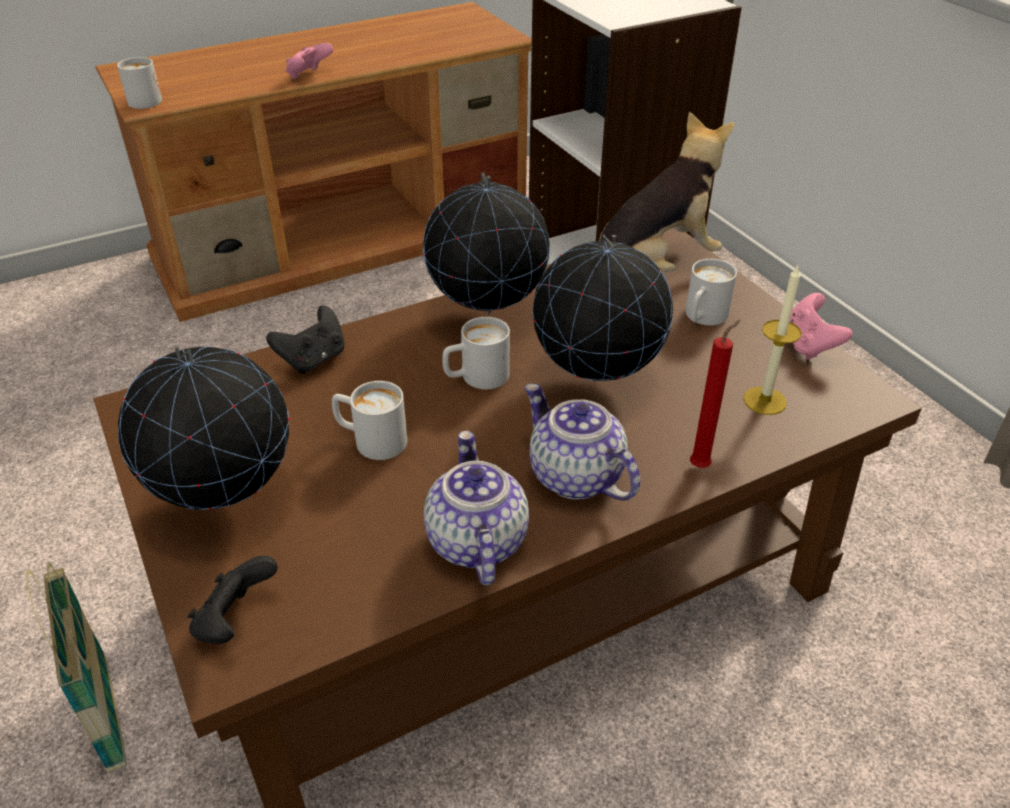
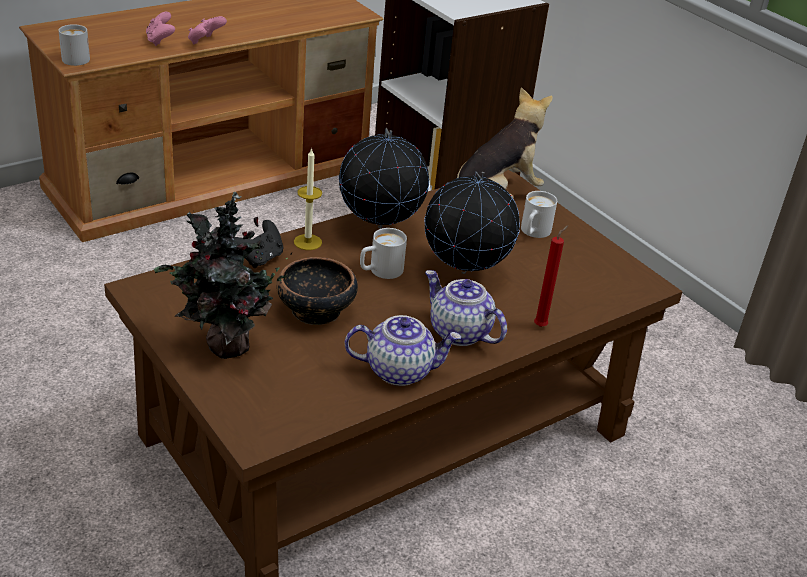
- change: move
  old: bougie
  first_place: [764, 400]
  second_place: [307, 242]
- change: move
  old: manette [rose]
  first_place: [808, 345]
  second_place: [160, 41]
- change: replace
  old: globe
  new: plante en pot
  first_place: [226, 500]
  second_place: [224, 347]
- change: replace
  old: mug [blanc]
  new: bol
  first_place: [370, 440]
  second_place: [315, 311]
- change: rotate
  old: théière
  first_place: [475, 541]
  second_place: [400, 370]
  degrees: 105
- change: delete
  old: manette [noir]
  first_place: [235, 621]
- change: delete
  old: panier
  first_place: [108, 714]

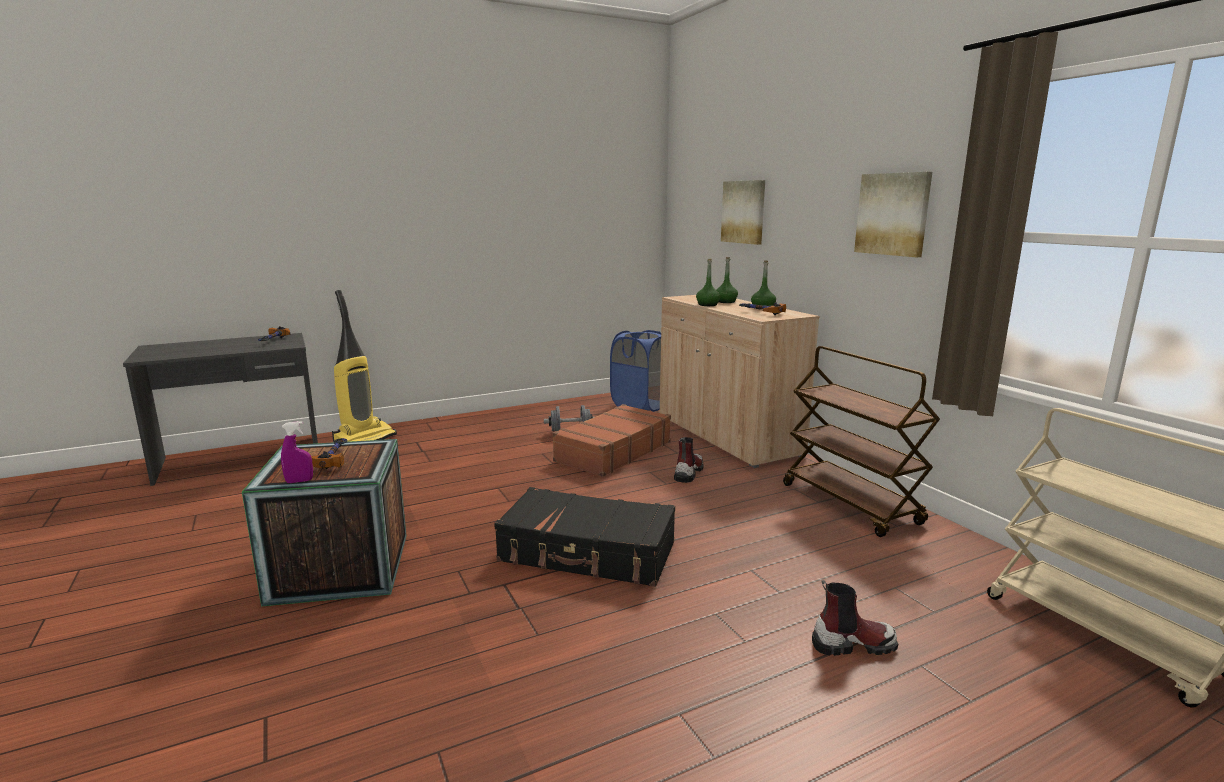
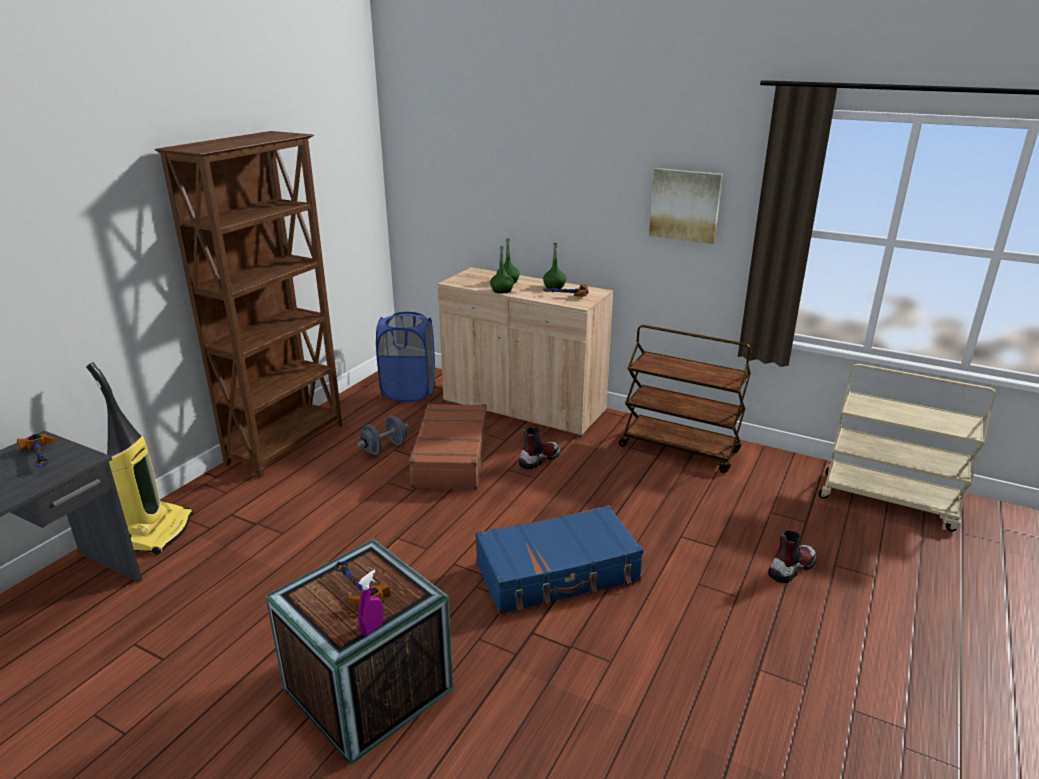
- change: delete
  old: tableau
  first_place: [744, 212]
- change: rotate
  old: botte
  first_place: [688, 473]
  second_place: [539, 459]
  degrees: 60
- change: recolor
  old: valise [noir]
  new: valise [bleu]
  first_place: [587, 553]
  second_place: [558, 573]
- change: insert
  new: bibliothèque [marron]
  second_place: [287, 444]

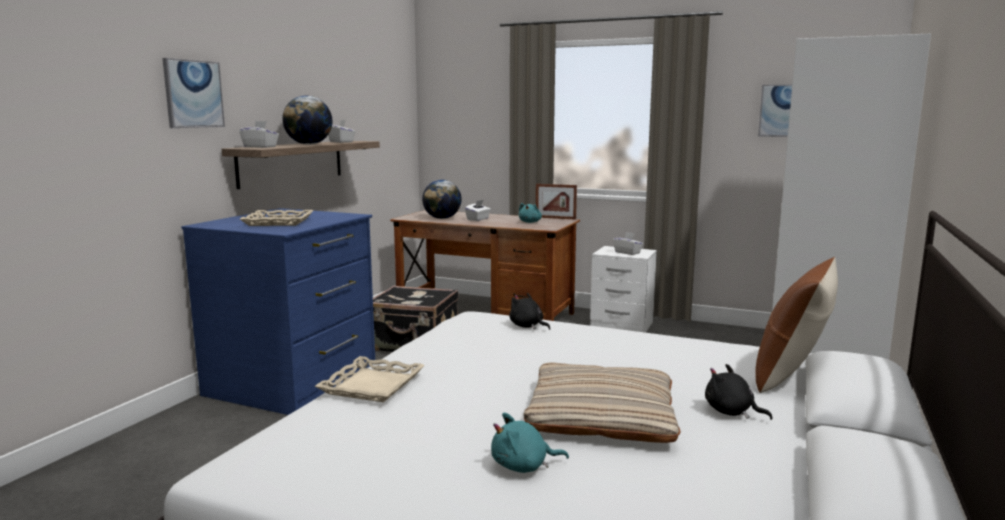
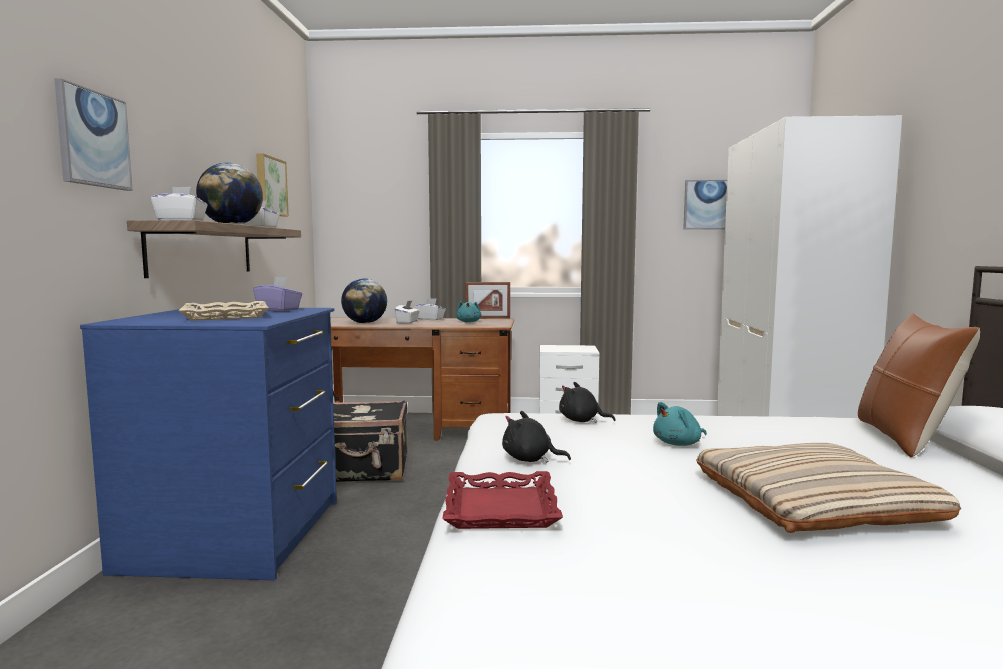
- change: move
  old: boîte à mouchoirs [blanc]
  first_place: [627, 252]
  second_place: [430, 319]
- change: recolor
  old: plateau [beige]
  new: plateau [rouge]
  first_place: [371, 385]
  second_place: [499, 508]
- change: move
  old: peluche [noir]
  first_place: [731, 412]
  second_place: [530, 459]
- change: move
  old: peluche [turquoise]
  first_place: [523, 466]
  second_place: [679, 444]
- change: insert
  new: tableau
  second_place: [269, 186]
- change: insert
  new: boîte à mouchoirs [violet]
  second_place: [279, 310]

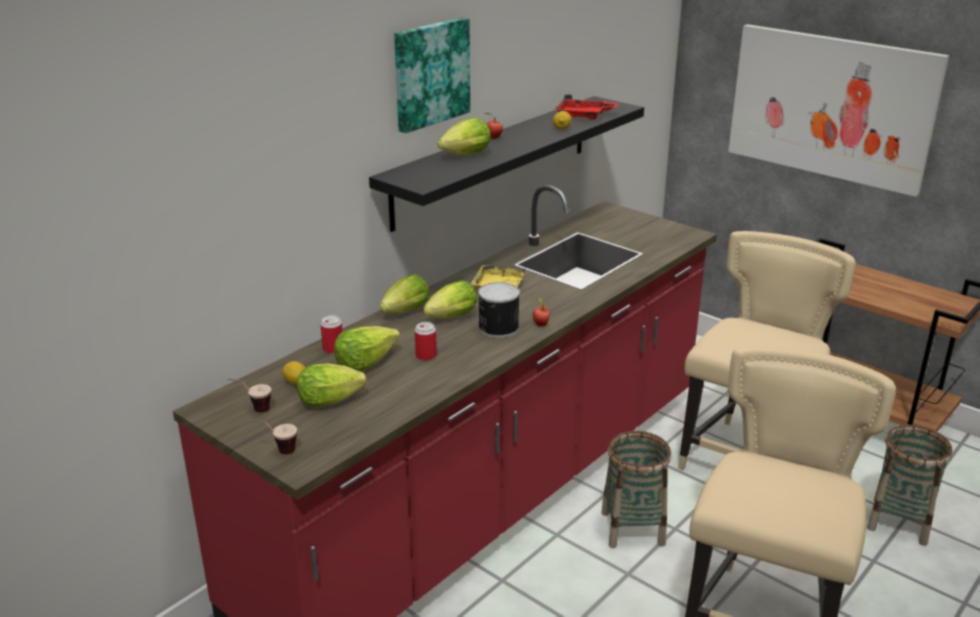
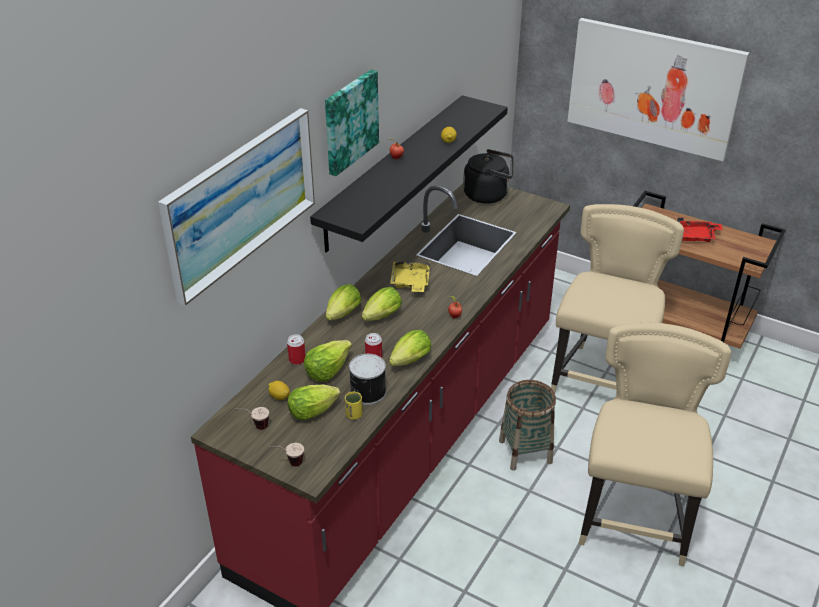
- change: move
  old: plateau [rouge]
  first_place: [583, 116]
  second_place: [696, 236]
- change: move
  old: laitue
  first_place: [463, 156]
  second_place: [408, 362]
- change: move
  old: boîte métallique
  first_place: [497, 327]
  second_place: [367, 392]
- change: delete
  old: panier
  first_place: [899, 521]
- change: insert
  new: tableau
  second_place: [241, 201]
- change: insert
  new: bouilloire [noir]
  second_place: [488, 195]
- change: insert
  new: tasse [jaune]
  second_place: [354, 415]

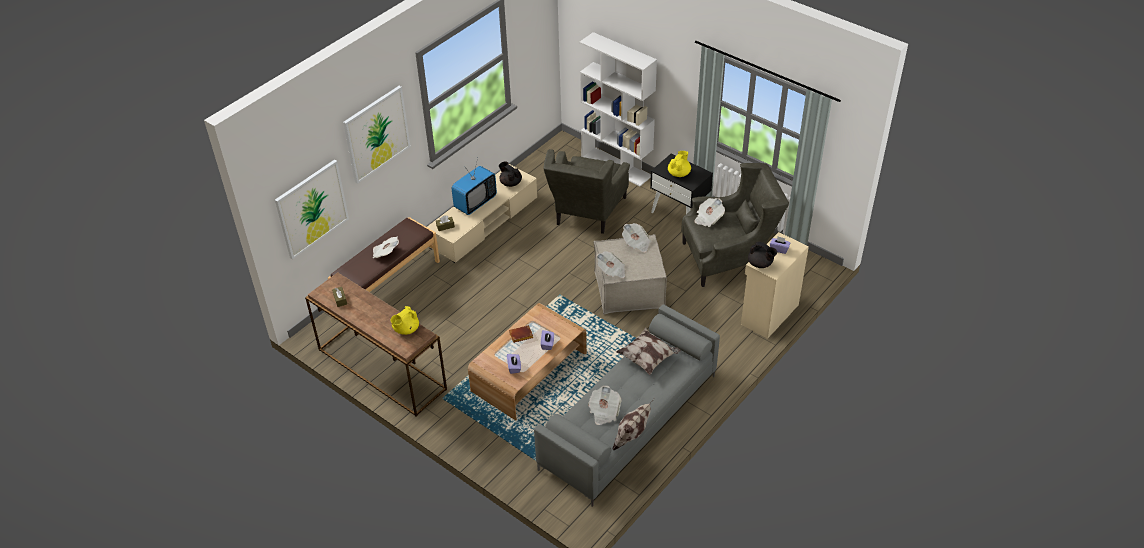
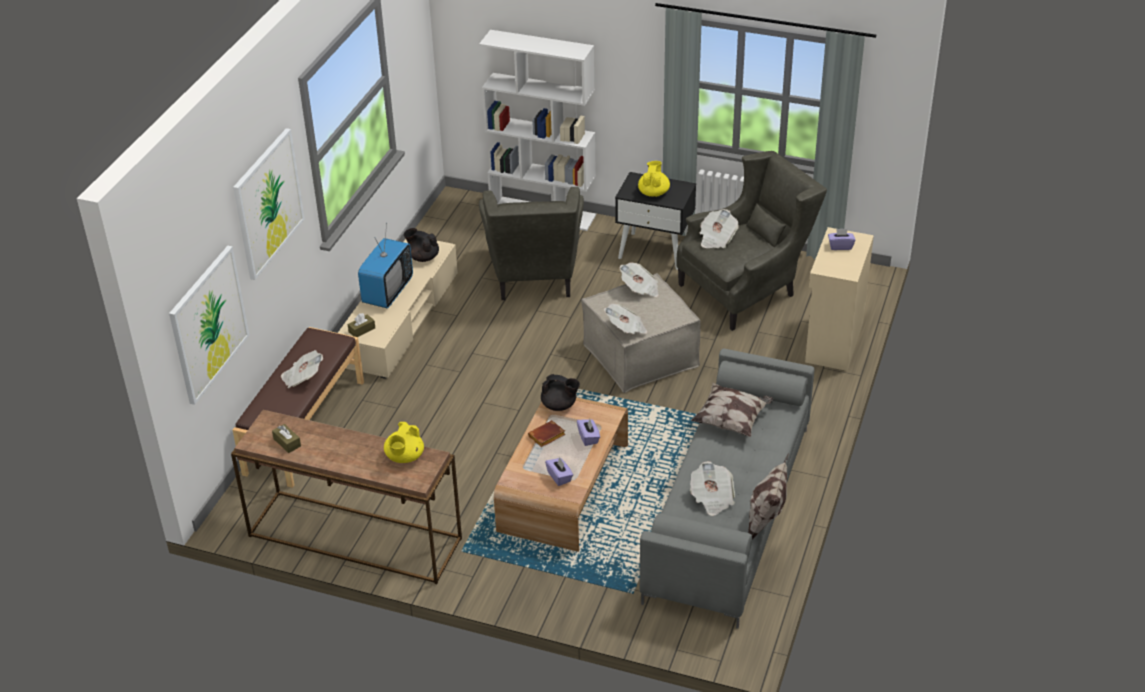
- change: move
  old: théière [noir]
  first_place: [760, 264]
  second_place: [559, 405]

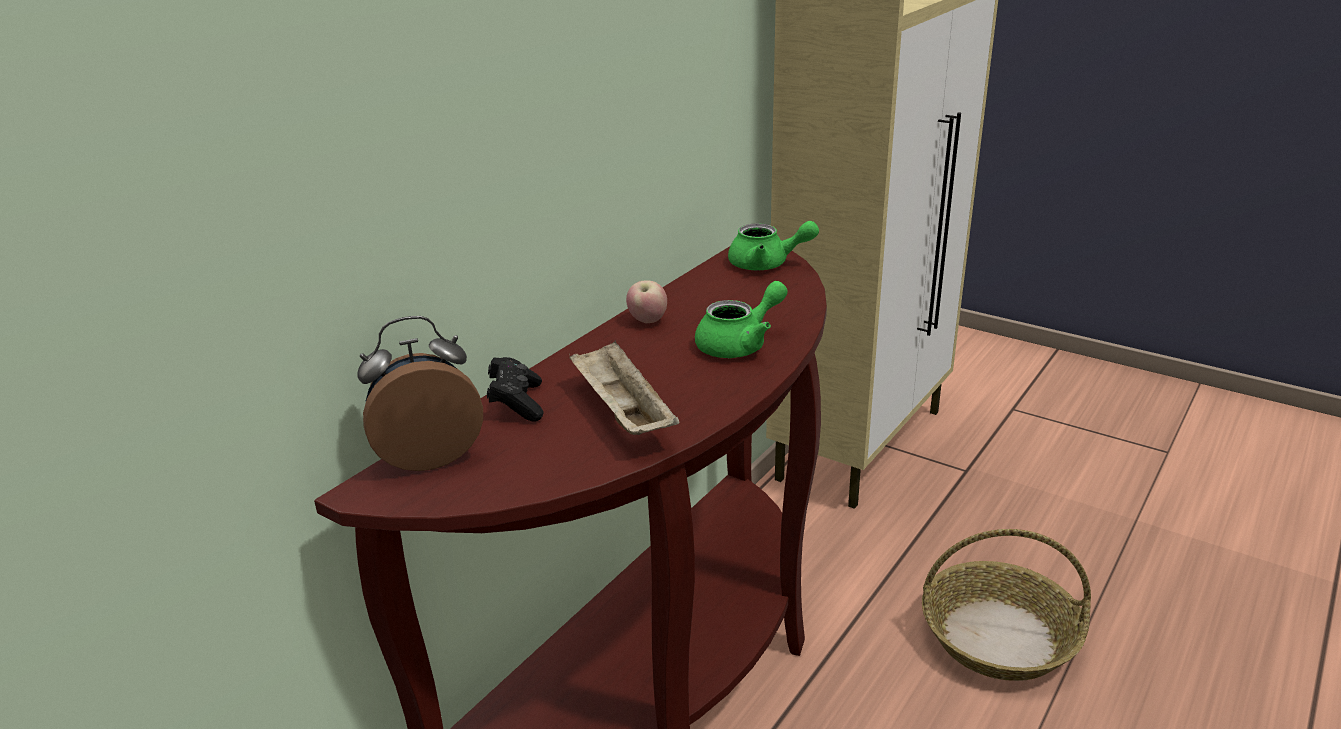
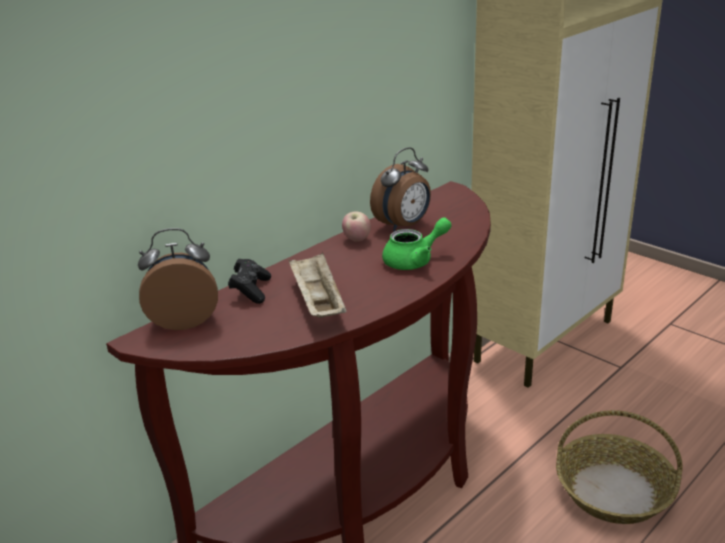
- change: delete
  old: théière [vert]
  first_place: [767, 264]
- change: insert
  new: réveil
  second_place: [403, 226]

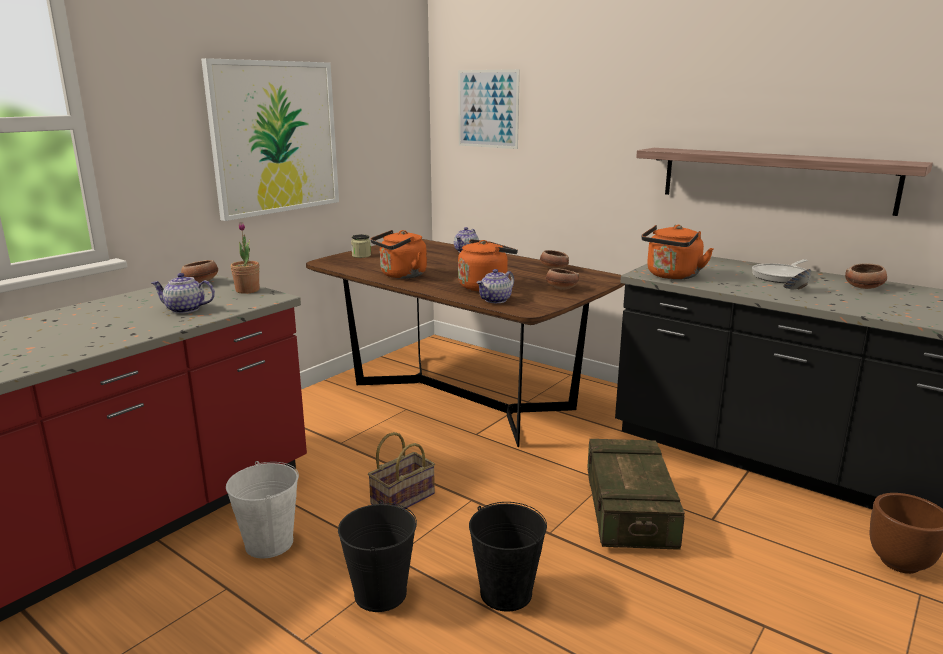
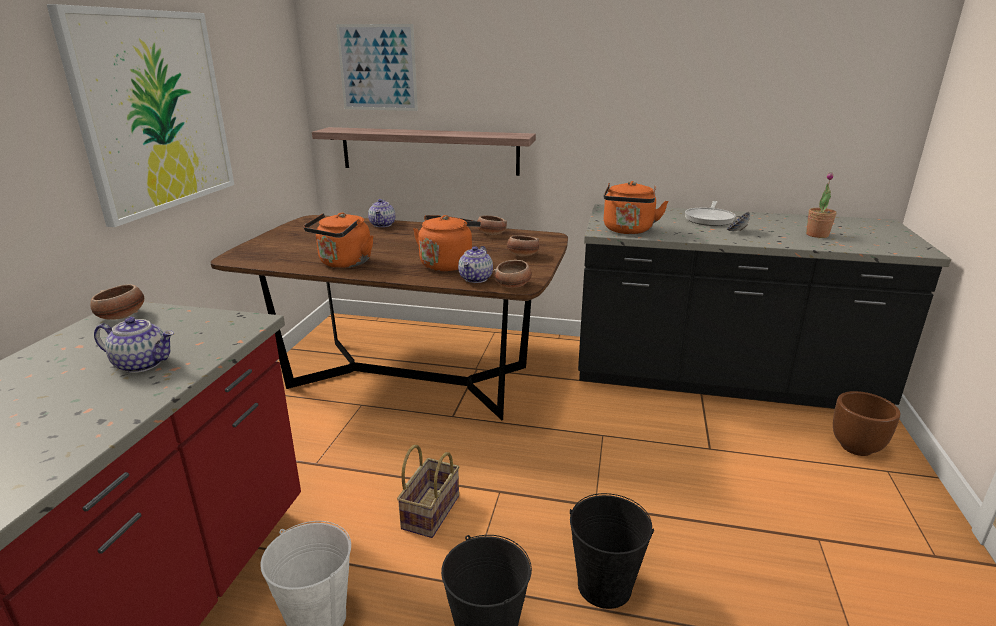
- change: move
  old: étagère
  first_place: [774, 179]
  second_place: [429, 151]
- change: move
  old: plante en pot
  first_place: [247, 290]
  second_place: [817, 235]
- change: delete
  old: bocal
  first_place: [361, 255]
- change: move
  old: bol
  first_place: [864, 287]
  second_place: [513, 285]
- change: rotate
  old: théière
  first_place: [185, 309]
  second_place: [143, 364]
  degrees: -150
- change: delete
  old: caisse
  first_place: [628, 512]

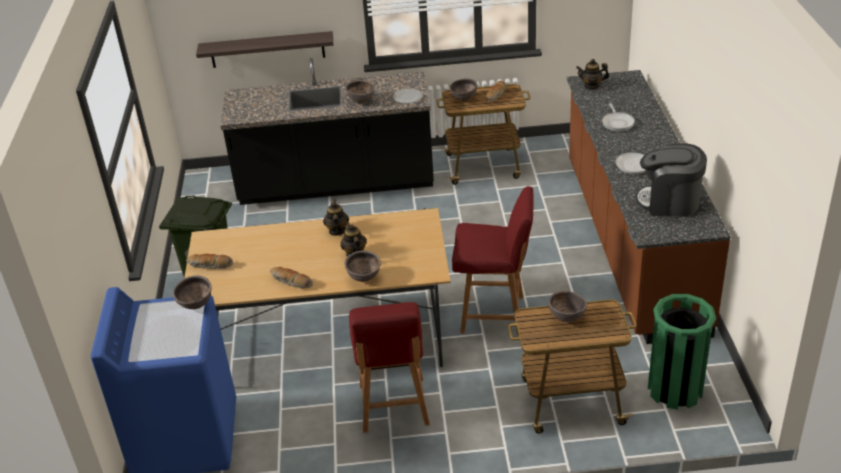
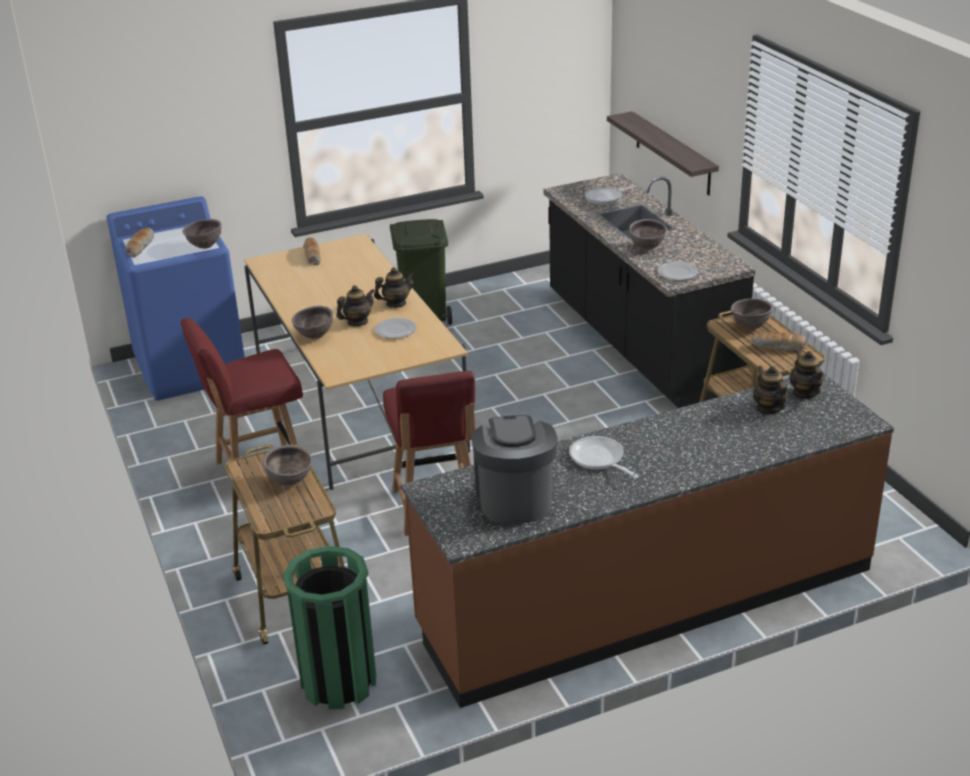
- change: move
  old: poêle
  first_place: [617, 122]
  second_place: [605, 198]
- change: move
  old: pain
  first_place: [291, 282]
  second_place: [140, 247]
- change: insert
  new: assiette
  second_place: [396, 330]
- change: insert
  new: théière
  second_place: [768, 408]

